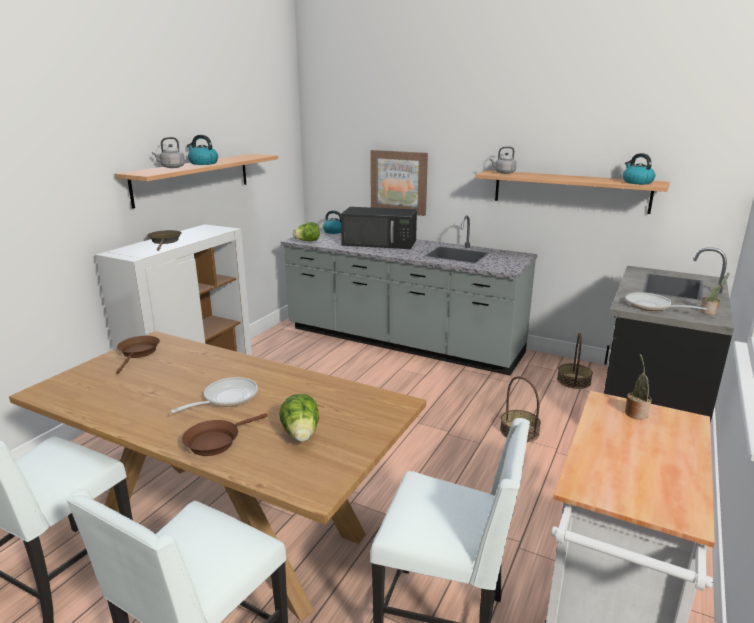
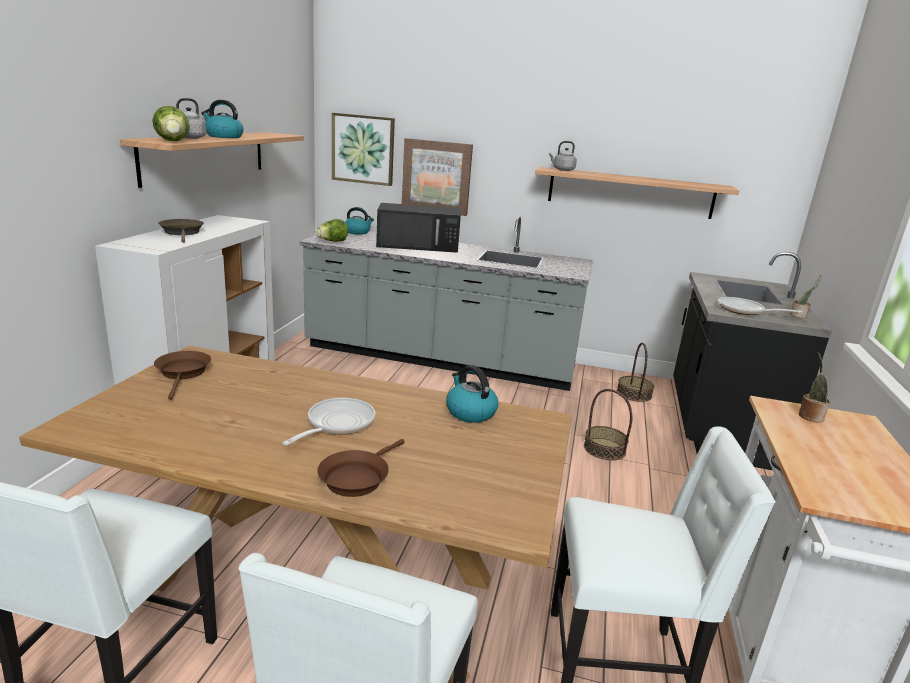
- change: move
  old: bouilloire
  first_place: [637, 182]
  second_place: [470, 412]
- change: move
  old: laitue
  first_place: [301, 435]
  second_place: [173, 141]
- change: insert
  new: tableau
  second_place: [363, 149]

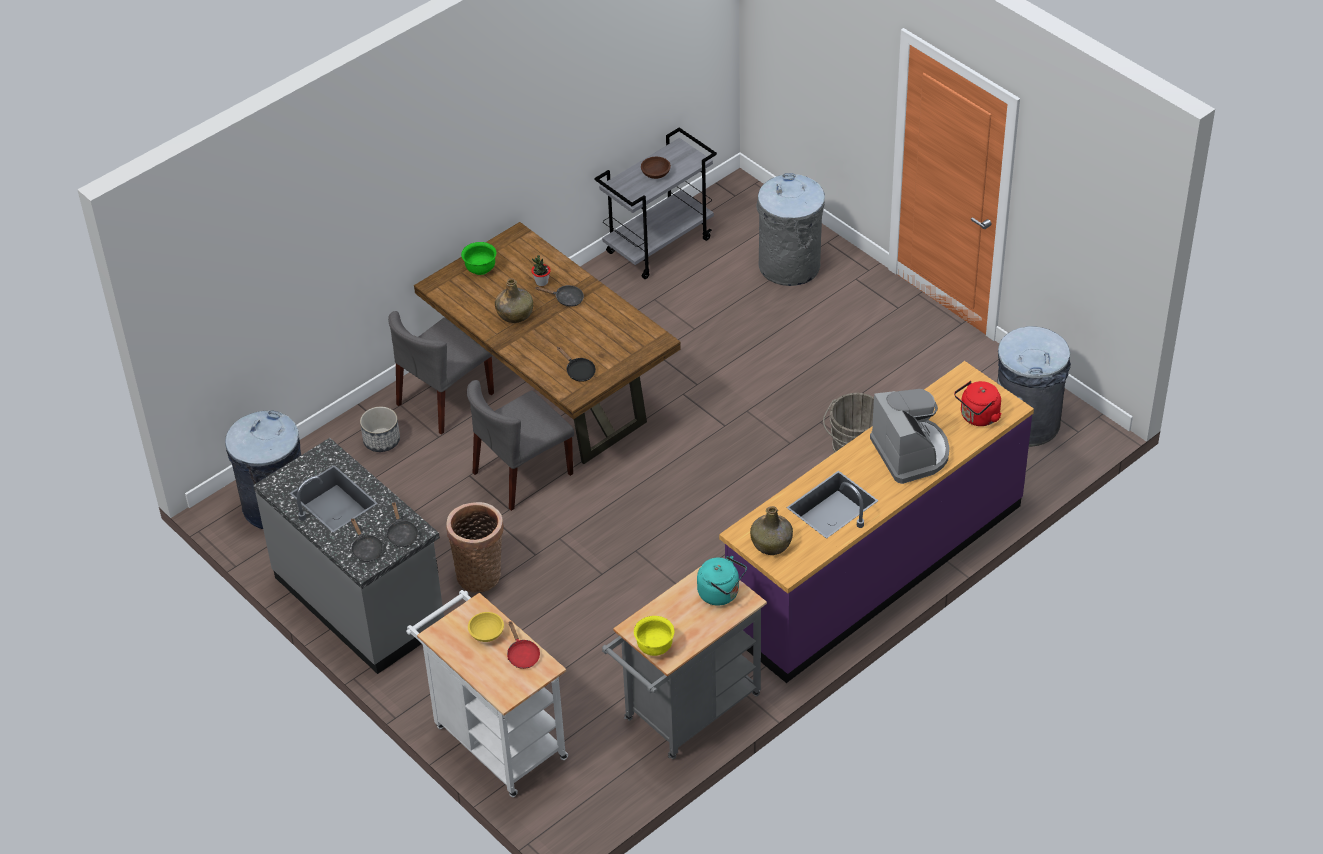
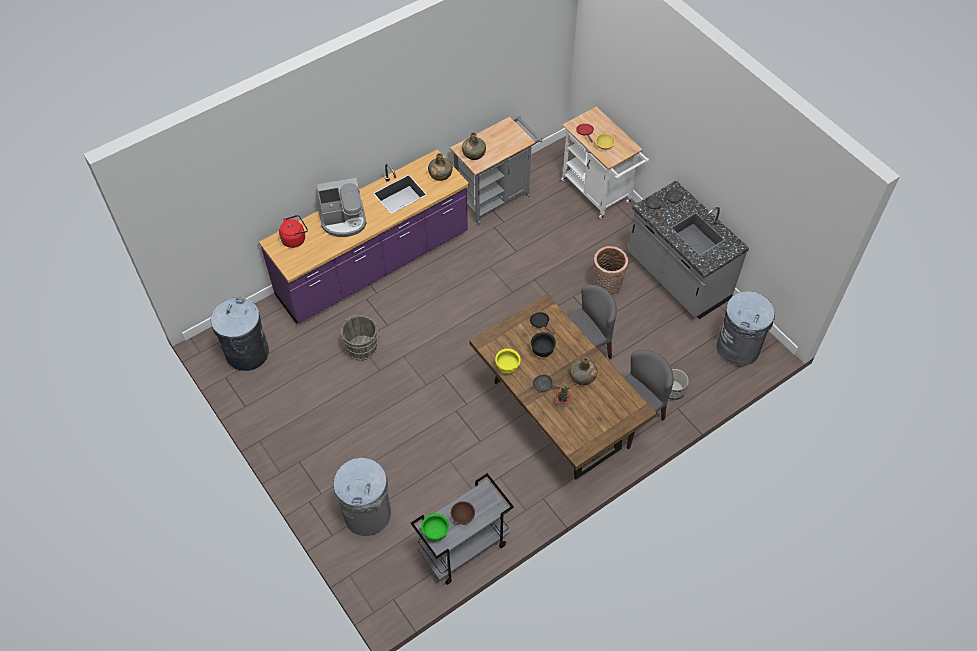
- change: move
  old: bol [vert]
  first_place: [480, 269]
  second_place: [435, 533]
- change: rotate
  old: machine à café
  first_place: [911, 452]
  second_place: [343, 220]
  degrees: -90
- change: replace
  old: bouilloire [turquoise]
  new: bouteille [vert]
  first_place: [721, 593]
  second_place: [474, 153]
- change: move
  old: bol [jaune]
  first_place: [654, 647]
  second_place: [507, 367]
- change: insert
  new: bol [noir]
  second_place: [542, 351]

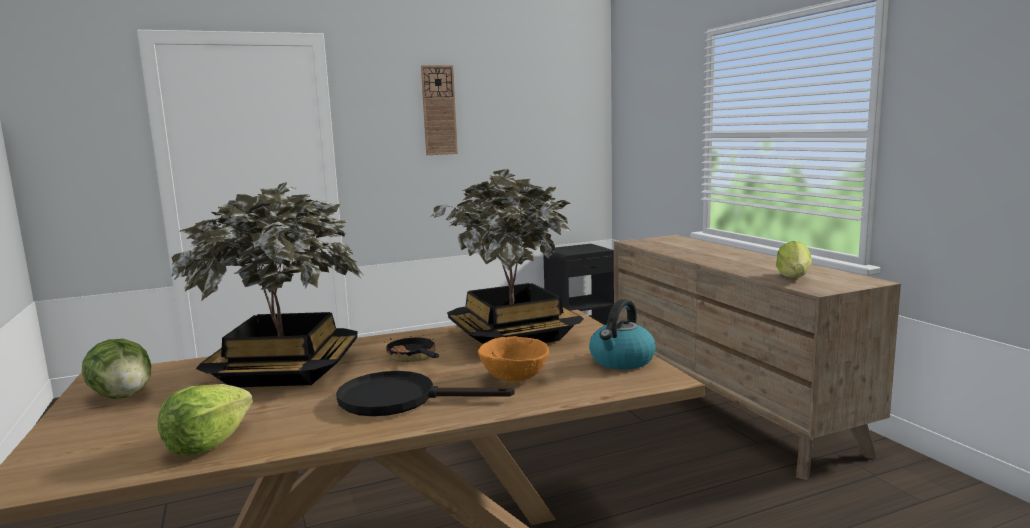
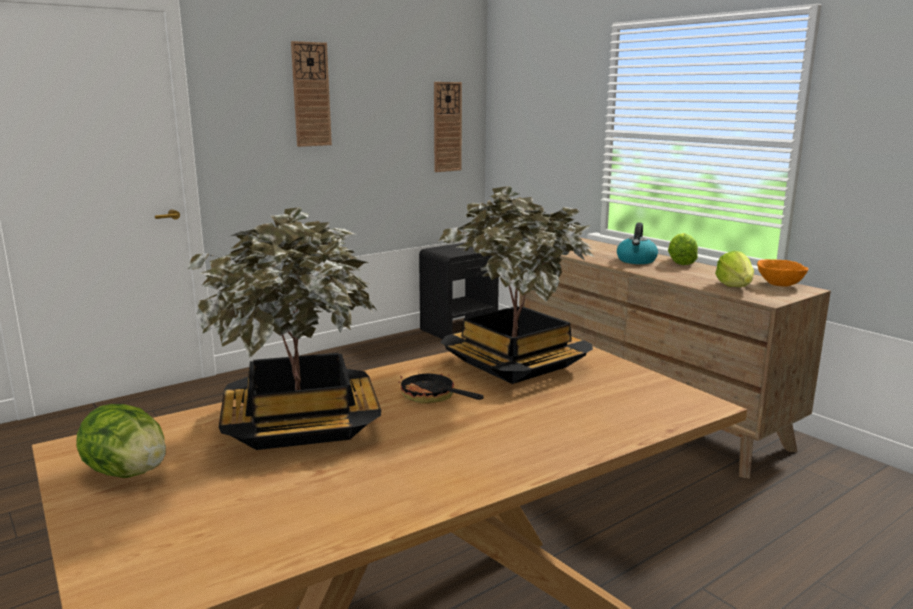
- change: move
  old: bouilloire
  first_place: [621, 361]
  second_place: [636, 261]
- change: move
  old: bol [orange]
  first_place: [514, 377]
  second_place: [779, 285]
- change: delete
  old: poêle [noir]
  first_place: [401, 399]
- change: move
  old: laitue
  first_place: [208, 444]
  second_place: [680, 262]
- change: insert
  new: horloge murale
  second_place: [447, 127]

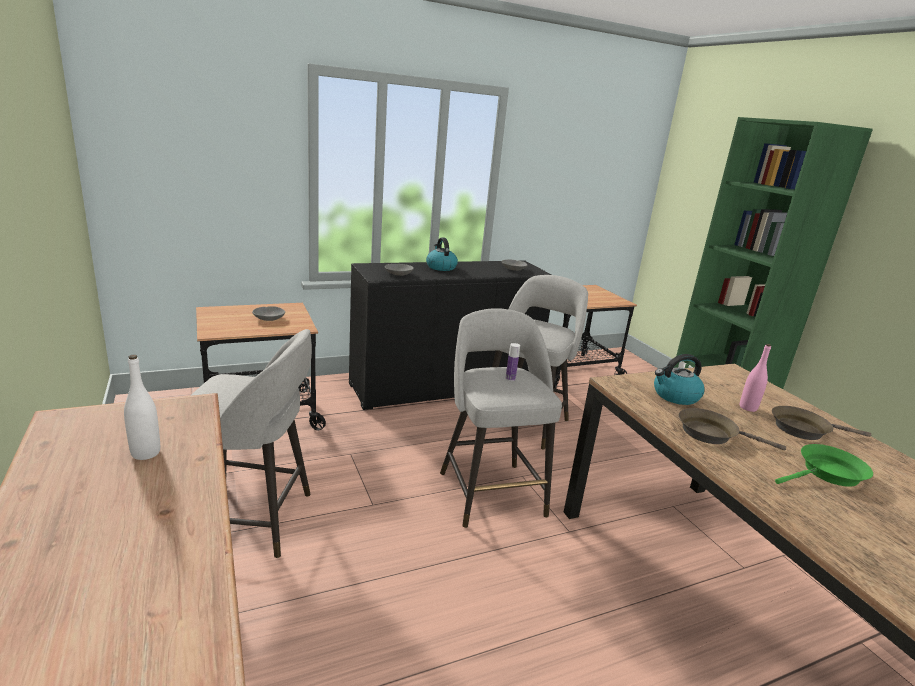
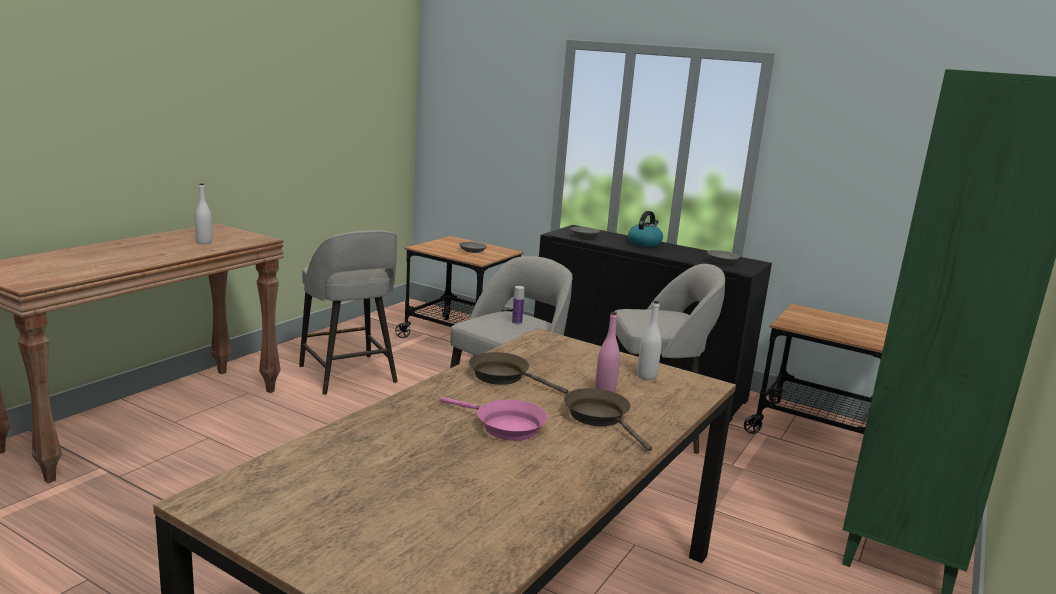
- change: delete
  old: bouilloire
  first_place: [675, 396]
- change: rotate
  old: poêle [marron]
  first_place: [711, 434]
  second_place: [504, 377]
  degrees: -45
- change: recolor
  old: poêle [vert]
  new: poêle [rose]
  first_place: [827, 474]
  second_place: [504, 426]
- change: insert
  new: bouteille [blanc]
  second_place: [646, 376]

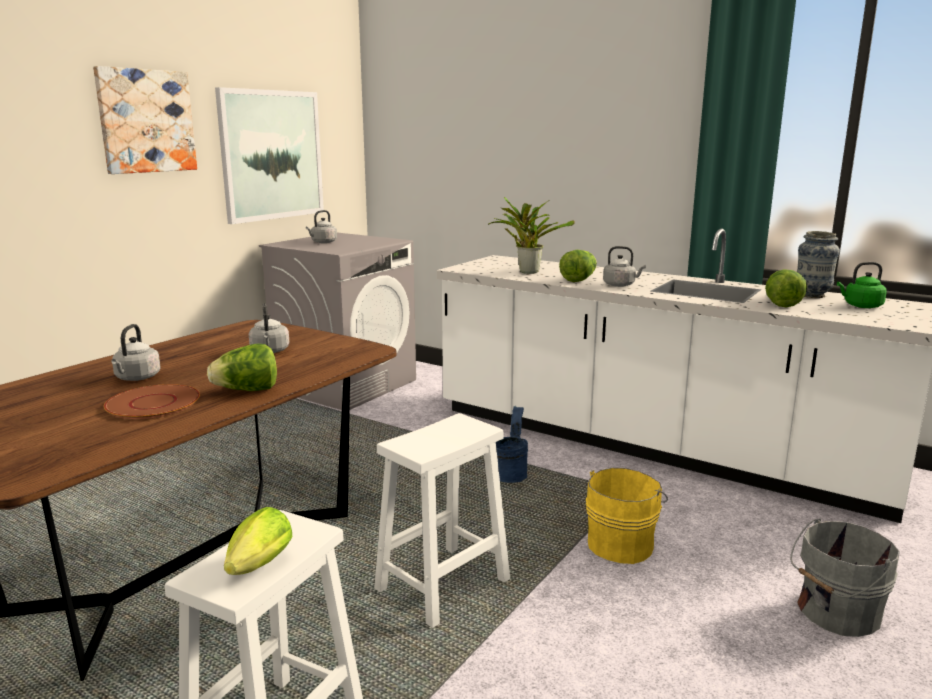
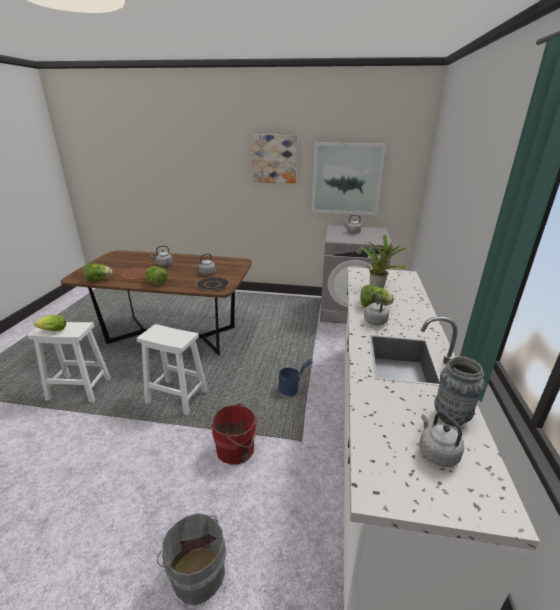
- change: recolor
  old: bouilloire [vert]
  new: bouilloire [gris]
  first_place: [861, 306]
  second_place: [436, 453]
- change: move
  old: laitue
  first_place: [781, 304]
  second_place: [98, 280]
- change: recolor
  old: seau [jaune]
  new: seau [rouge]
  first_place: [622, 544]
  second_place: [237, 449]
- change: insert
  new: assiette [noir]
  second_place: [212, 285]

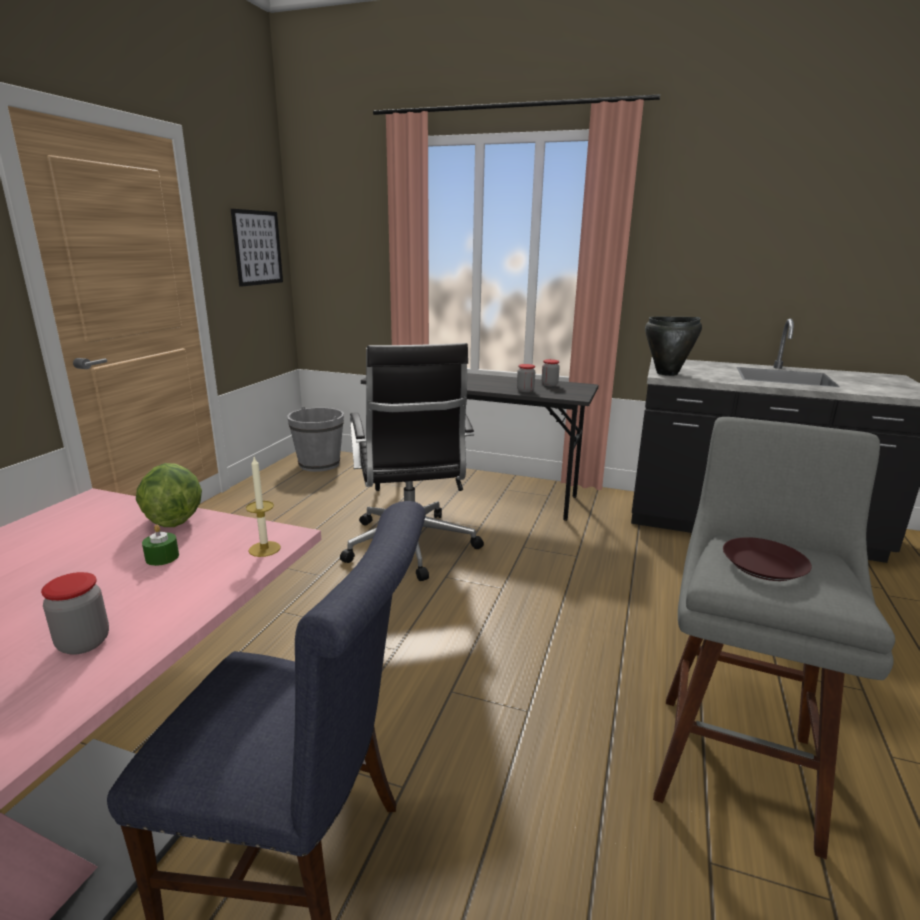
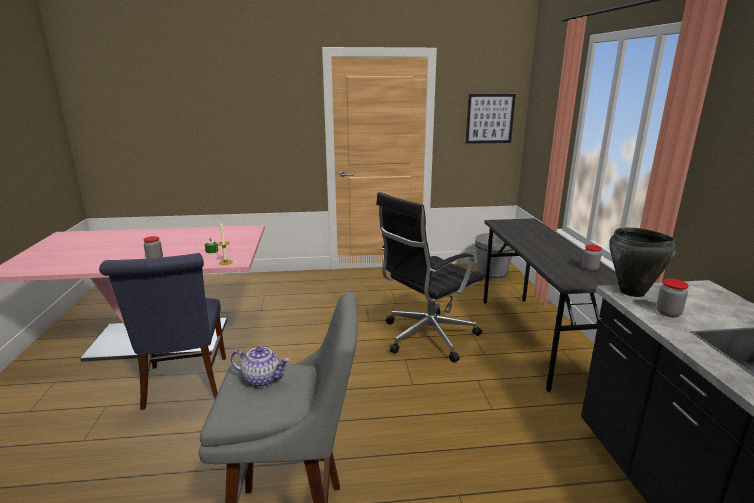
- change: move
  old: bocal
  first_place: [525, 390]
  second_place: [668, 313]
- change: delete
  old: laitue
  first_place: [173, 519]
- change: replace
  old: assiette [marron]
  new: théière
  first_place: [763, 566]
  second_place: [262, 379]

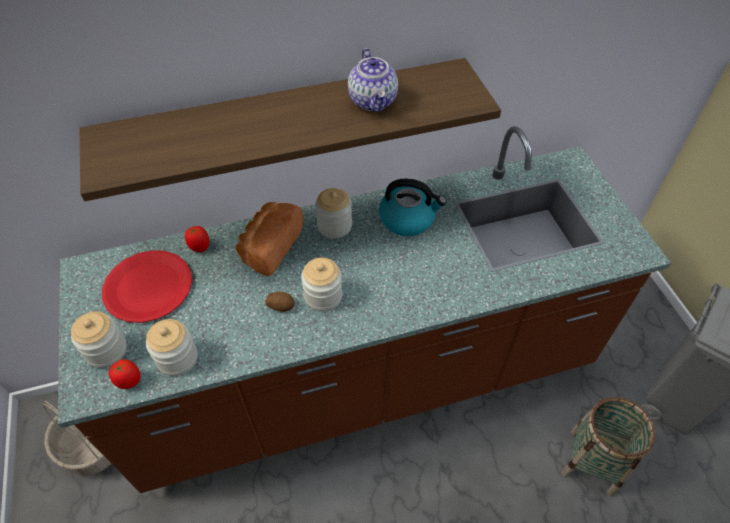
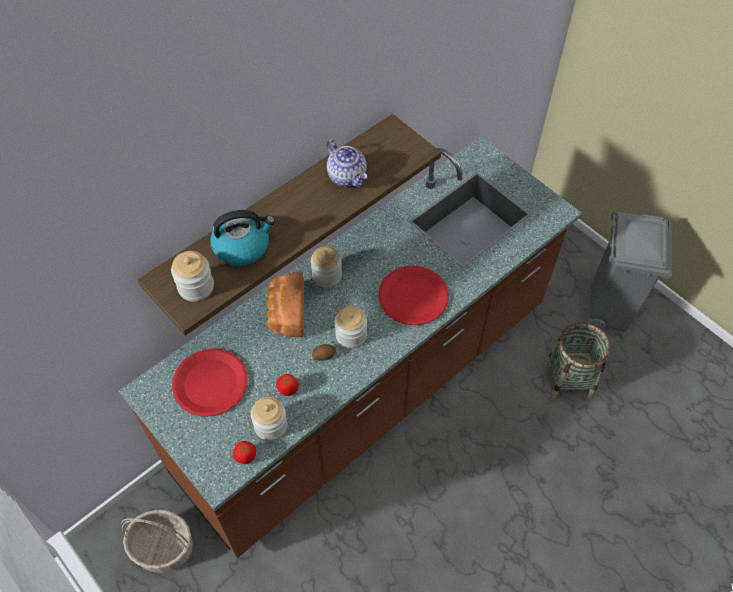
- change: move
  old: bouilloire
  first_place: [408, 219]
  second_place: [242, 247]
- change: move
  old: tomate
  first_place: [200, 247]
  second_place: [288, 390]
- change: move
  old: bocal
  first_place: [106, 350]
  second_place: [196, 287]
- change: insert
  new: assiette [rouge]
  second_place: [413, 296]

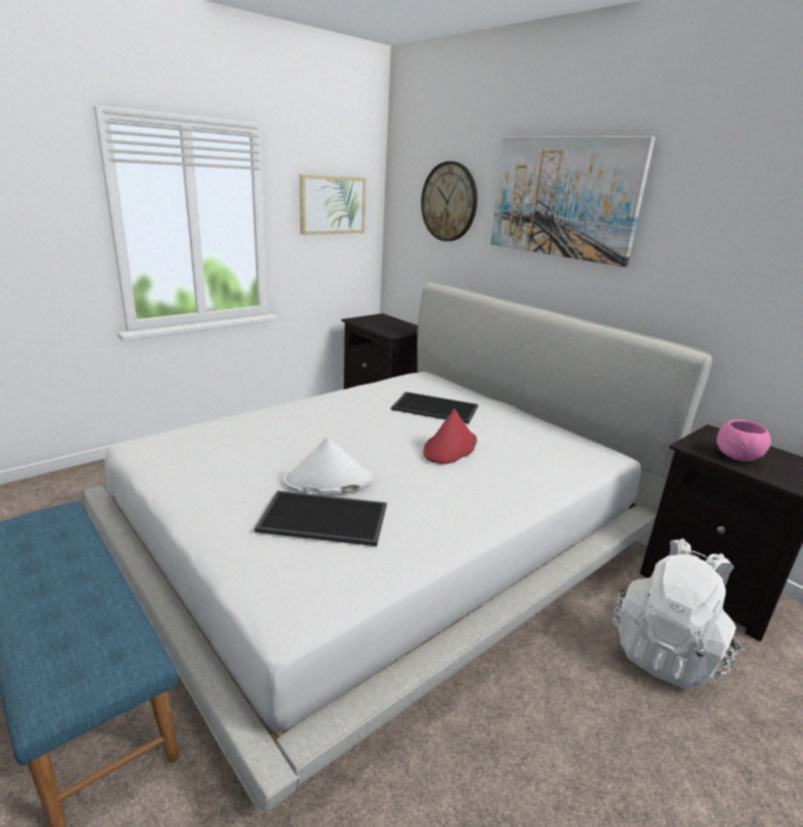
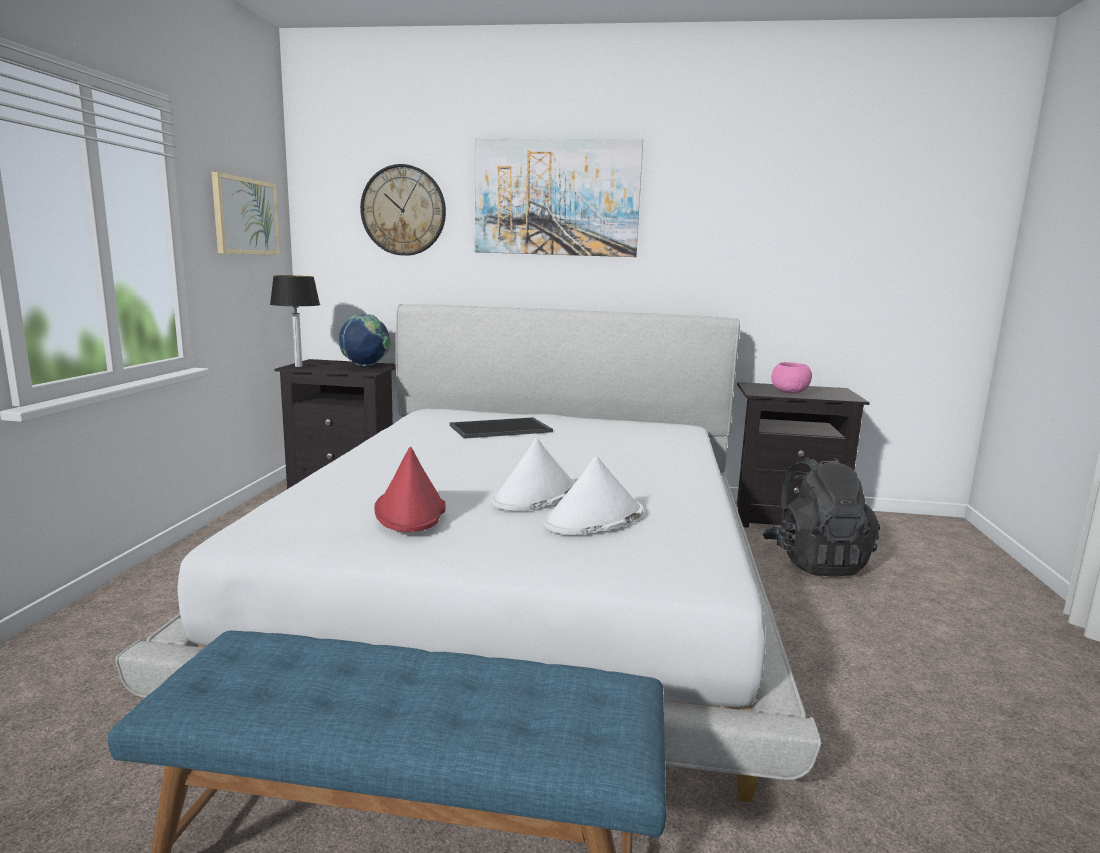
- change: move
  old: chapeau [rouge]
  first_place: [450, 448]
  second_place: [410, 510]
- change: replace
  old: plateau
  new: chapeau [blanc]
  first_place: [322, 519]
  second_place: [594, 518]
- change: recolor
  old: sac à dos [blanc]
  new: sac à dos [noir]
  first_place: [666, 651]
  second_place: [815, 562]
- change: insert
  new: lampe de table
  second_place: [299, 366]
- change: insert
  new: globe
  second_place: [366, 366]

